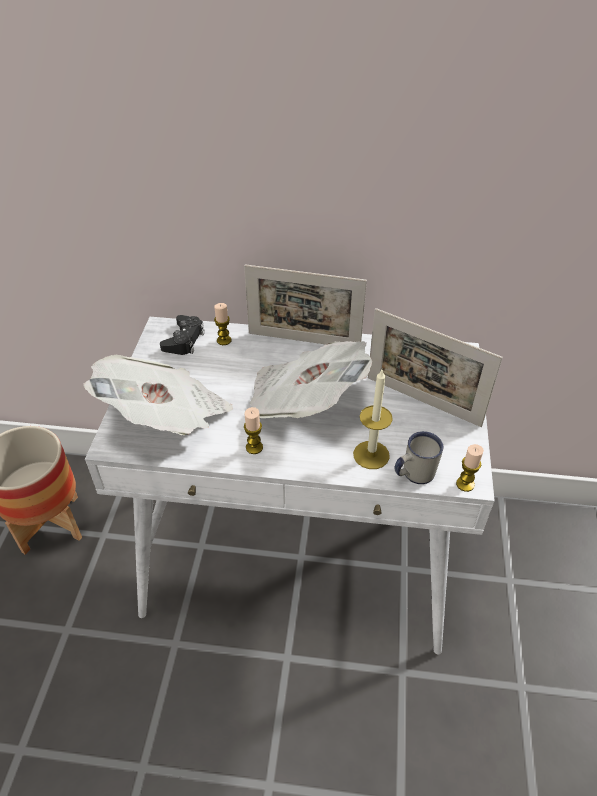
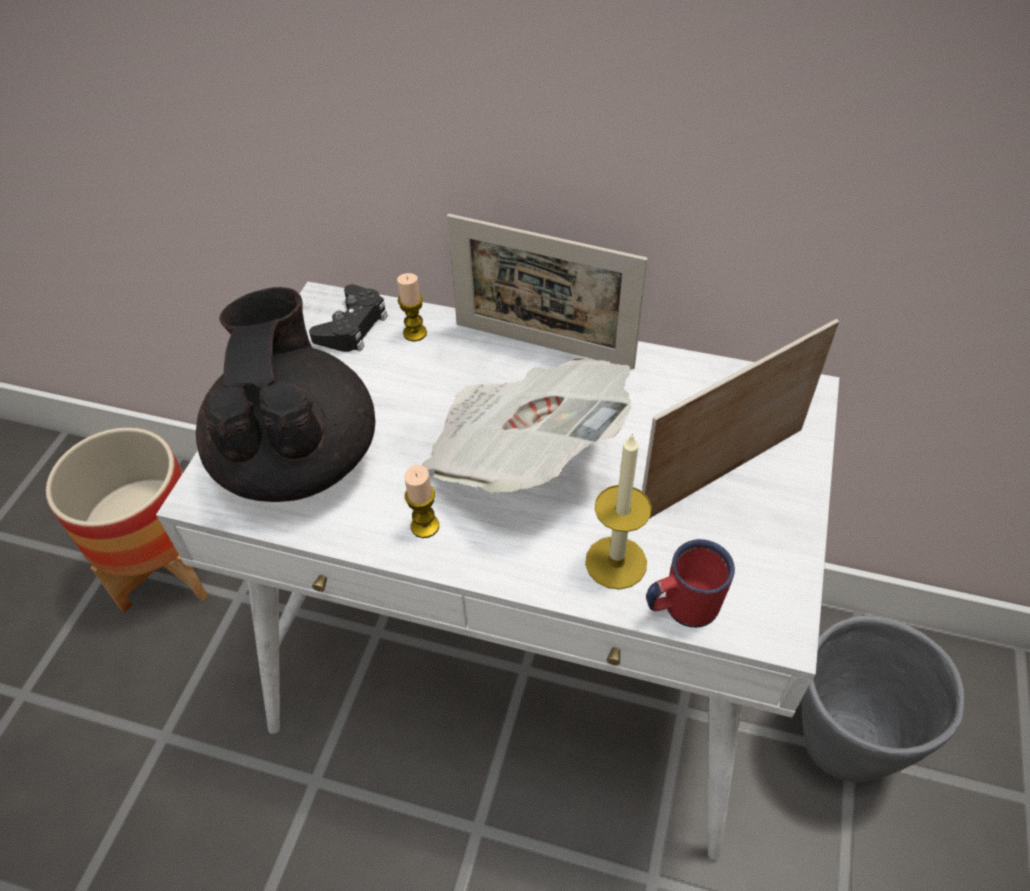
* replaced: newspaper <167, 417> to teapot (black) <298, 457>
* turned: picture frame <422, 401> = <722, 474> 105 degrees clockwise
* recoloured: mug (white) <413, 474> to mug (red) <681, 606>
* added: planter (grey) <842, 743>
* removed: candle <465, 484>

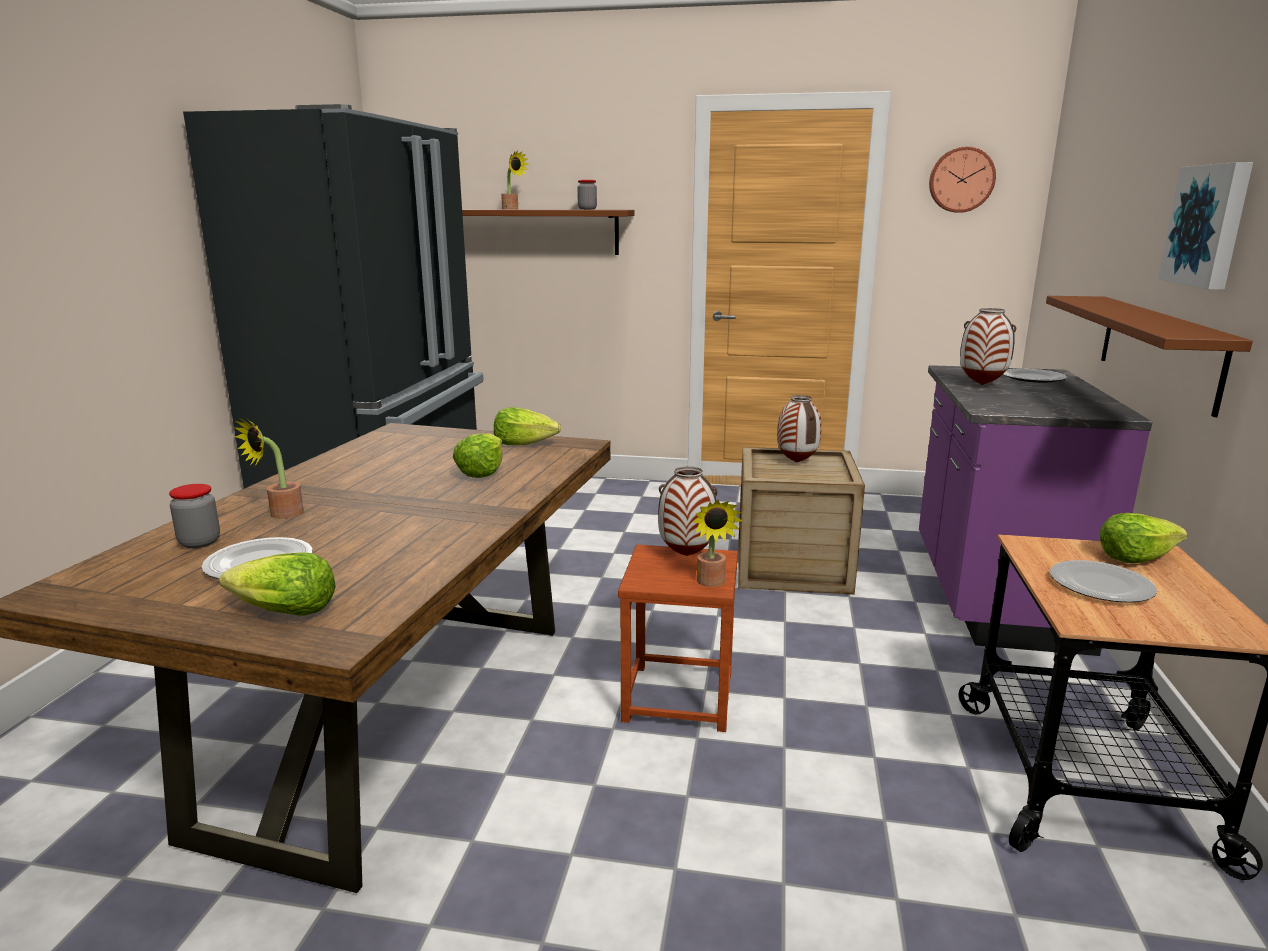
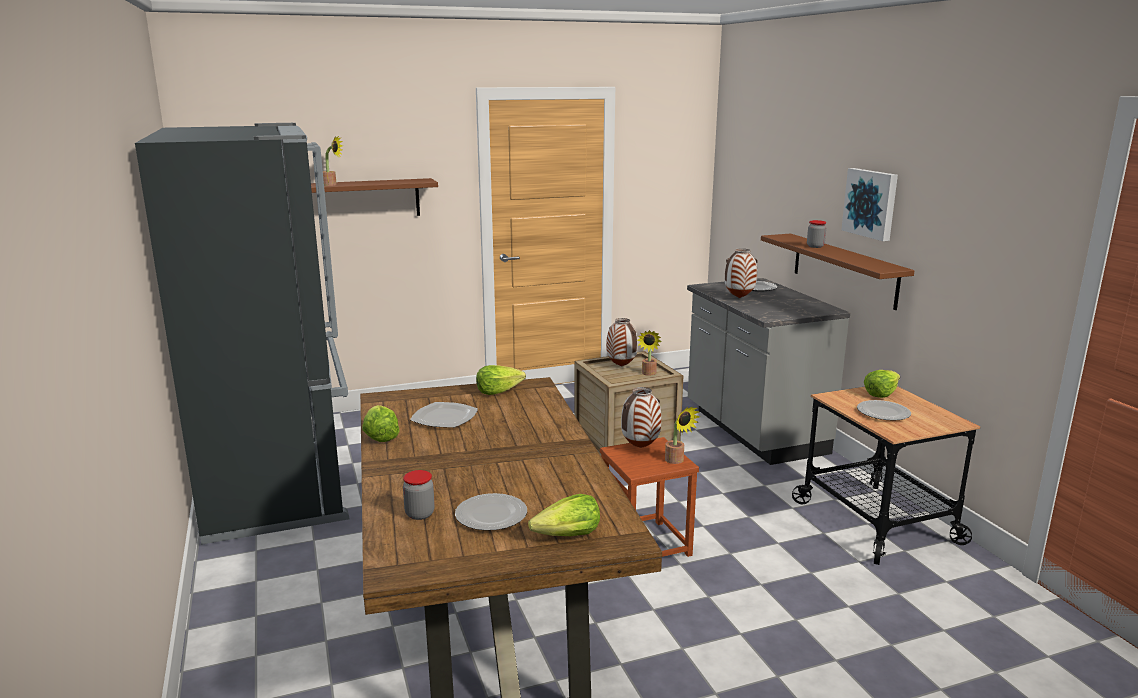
* moved: lettuce <481, 472> to <380, 436>
* added: plate <443, 418>
* moved: potted plant <280, 515> to <648, 374>
* recoloured: counter (purple) <992, 596> to counter (grey) <753, 432>
* moved: jar <587, 209> to <815, 246>
* removed: wall clock <961, 180>

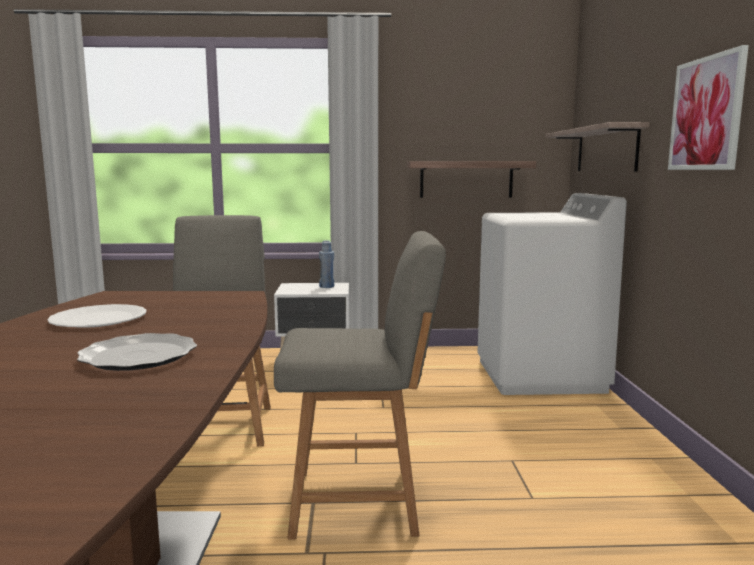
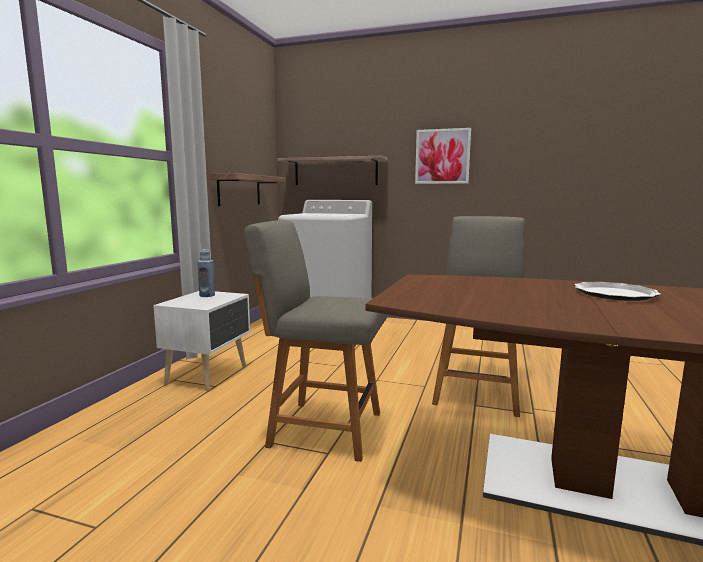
* removed: plate (white) <98, 319>

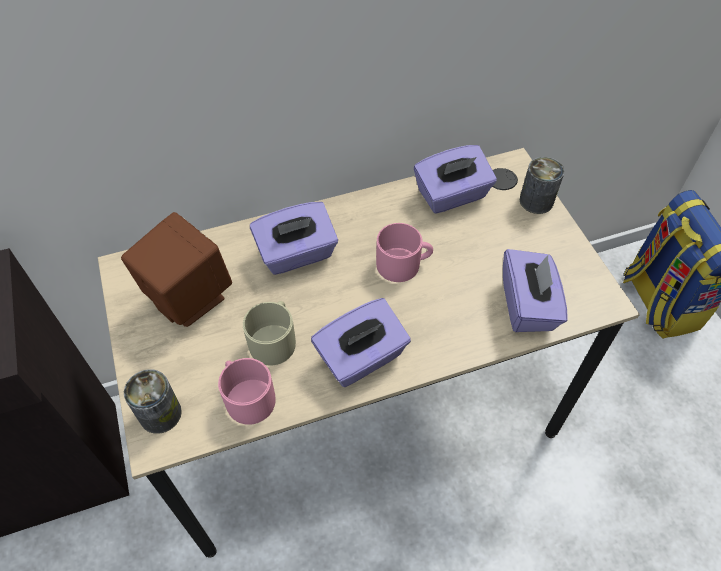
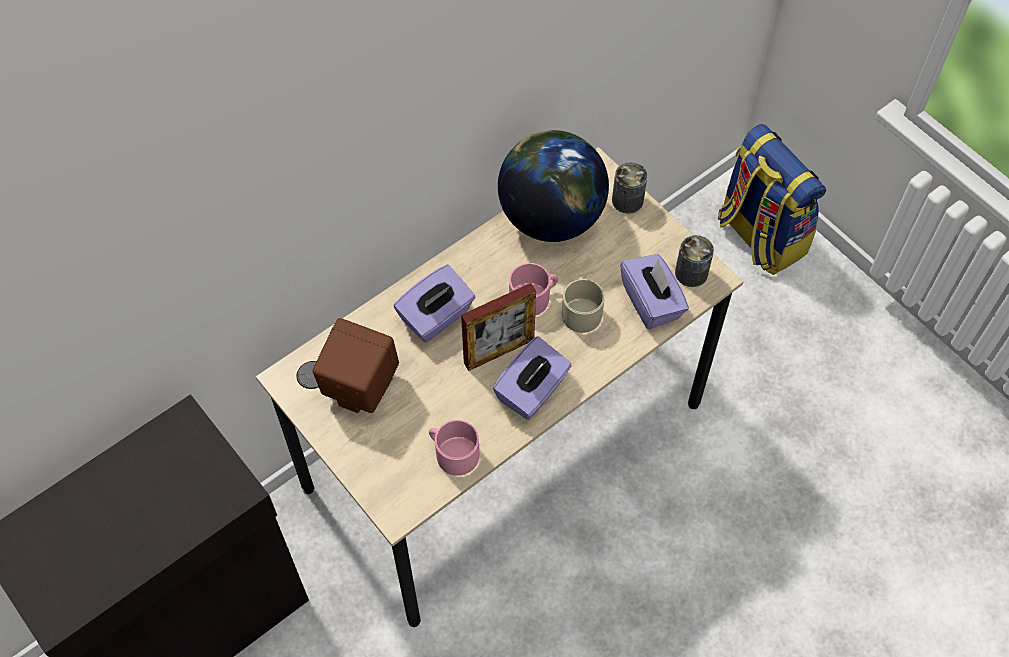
* added: picture frame <499, 351>
* replaced: tissue box (purple) <452, 195> to globe <551, 217>
* moved: mug (beige) <274, 339> to <581, 310>
* moved: can <160, 414> to <691, 273>

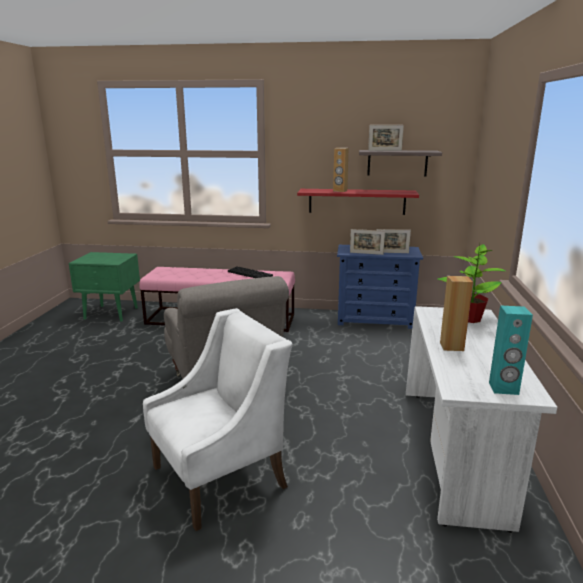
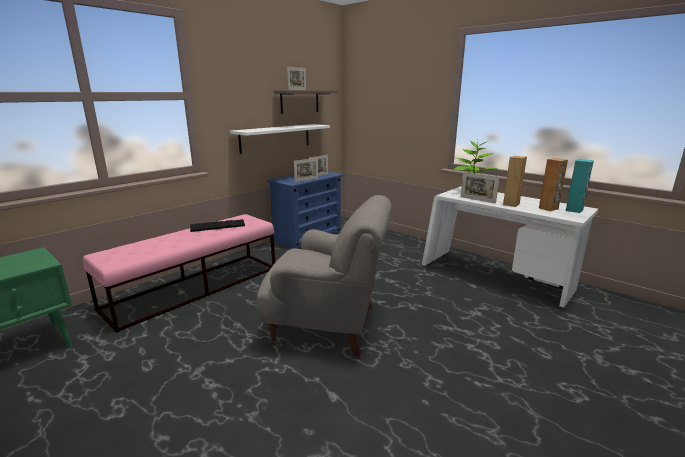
* recoloured: shelf (red) <357, 201> to shelf (white) <275, 138>
* added: picture frame <477, 200>
* moved: speaker (brown) <340, 191> to <548, 208>
* removed: armchair (white) <220, 476>

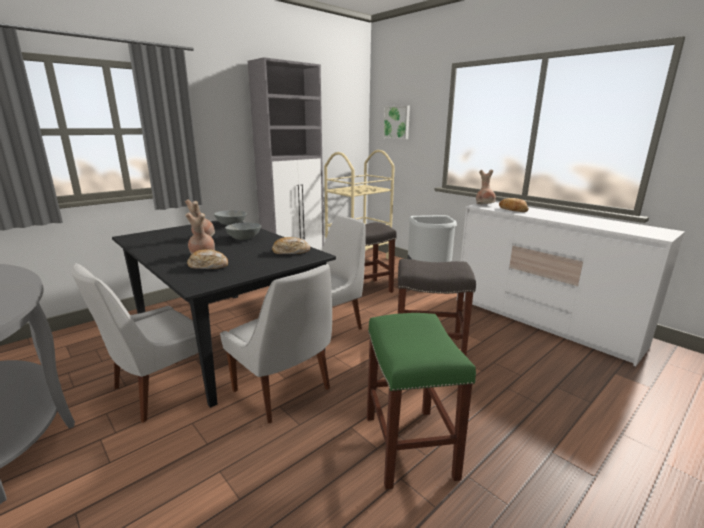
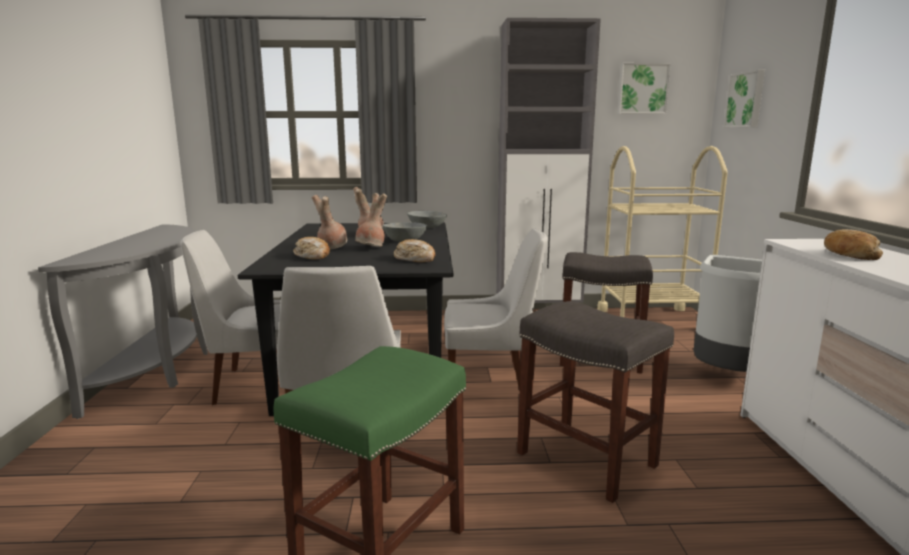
* moved: vase (brown) <485, 205> to <371, 248>
* added: picture <642, 89>

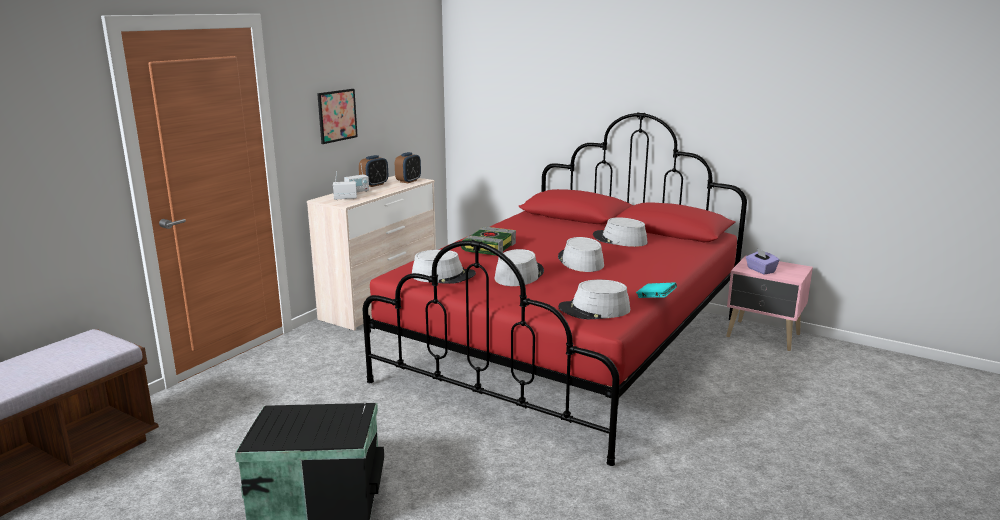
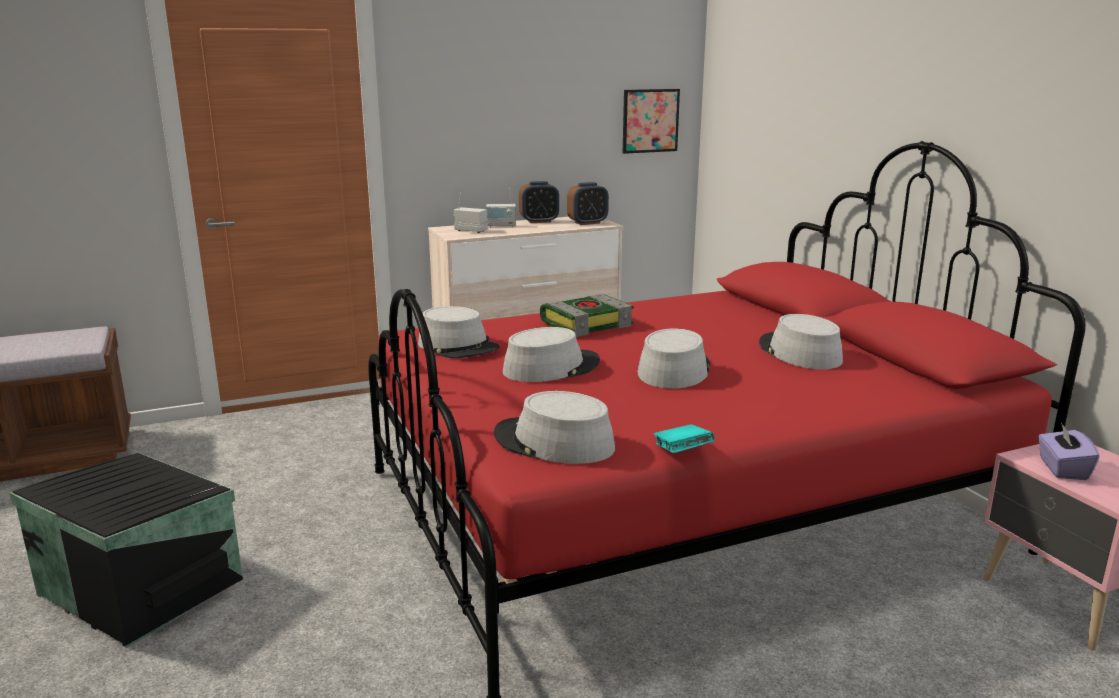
* moved: picture <337, 115> to <650, 121>

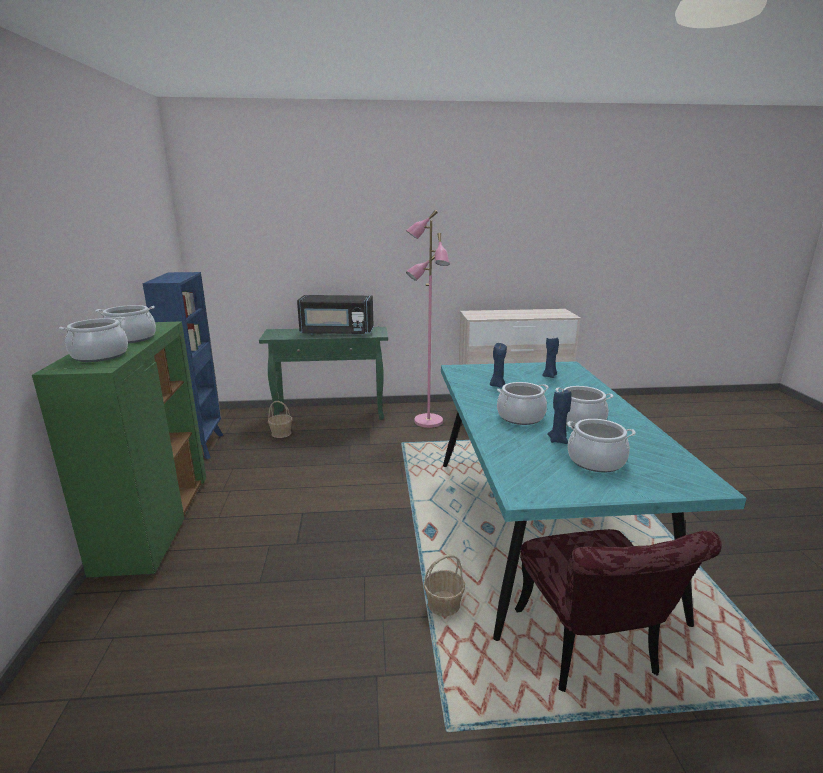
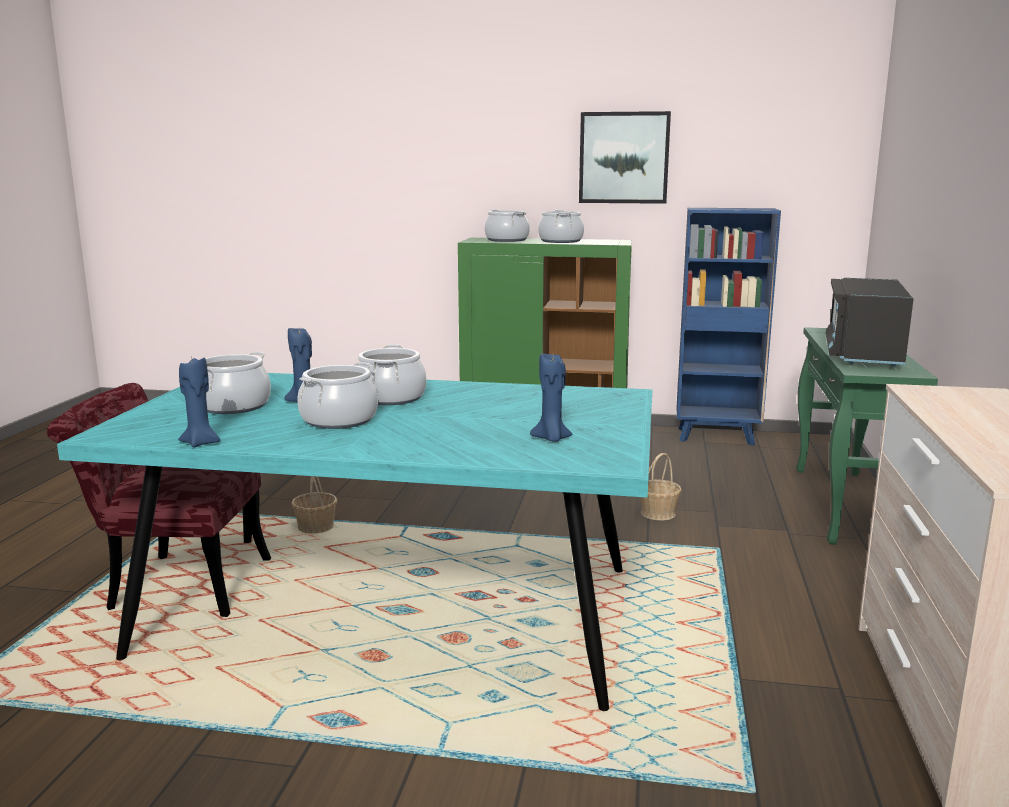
* moved: candle (blue) <497, 385> to <200, 443>
* added: picture <624, 158>
* moved: basket <281, 433> to <658, 513>
* removed: floor lamp (pink) <427, 422>

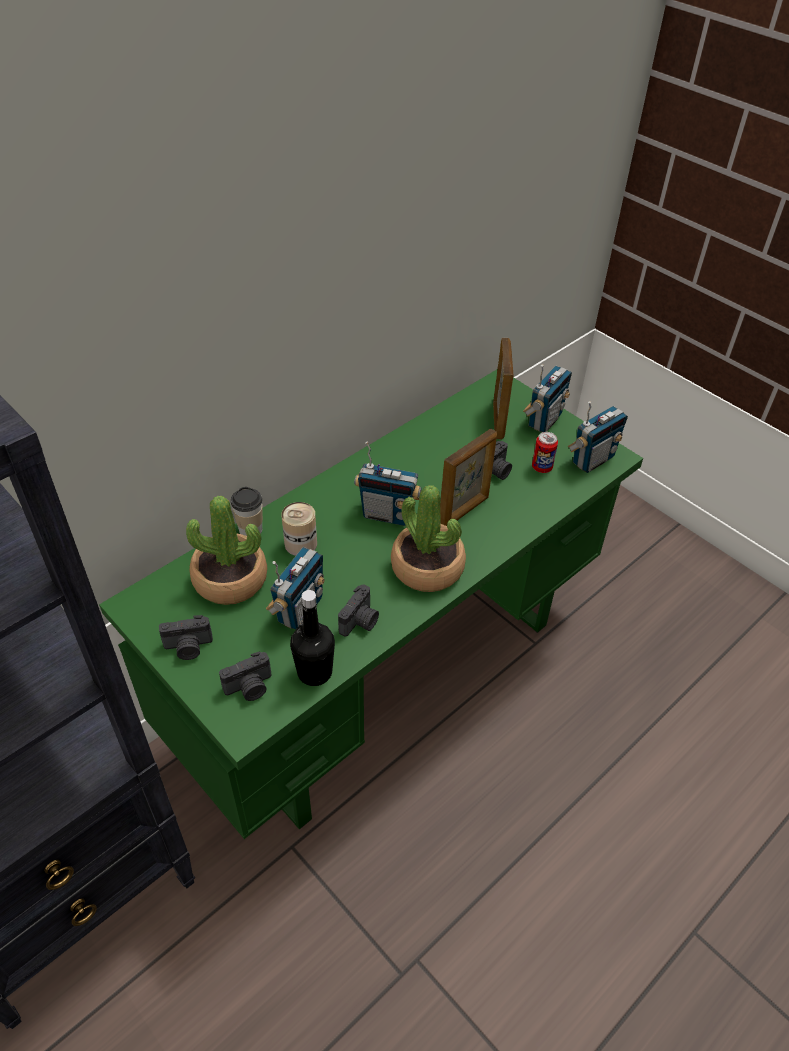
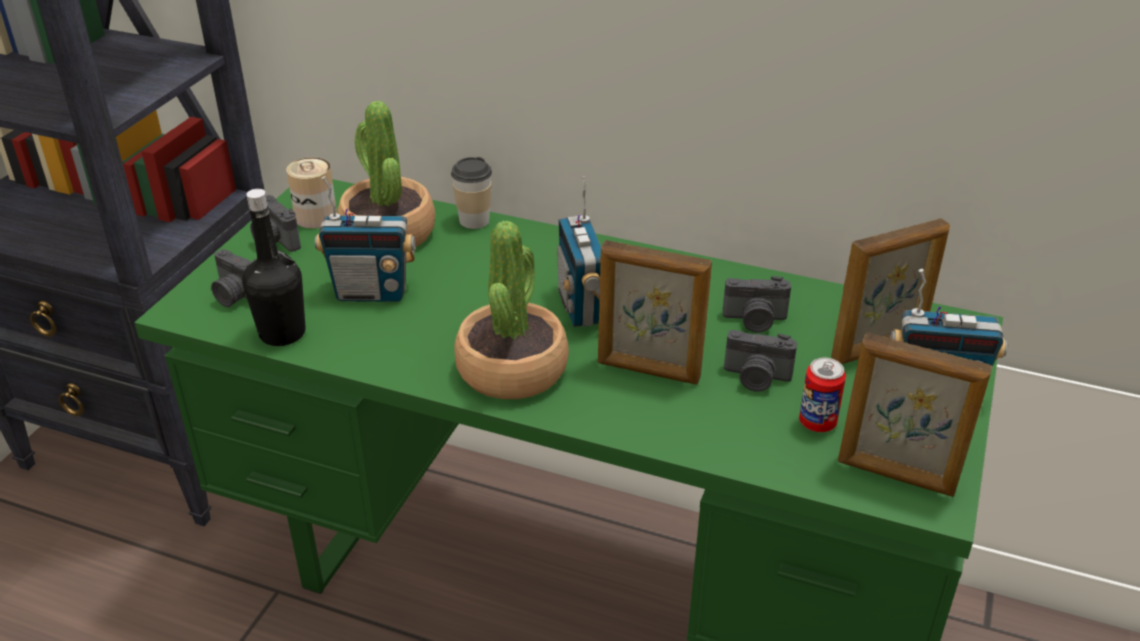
* moved: can <300, 544> to <316, 217>
* moved: photo camera <360, 622> to <755, 320>
* replaced: radio <592, 460> to picture frame <896, 476>

